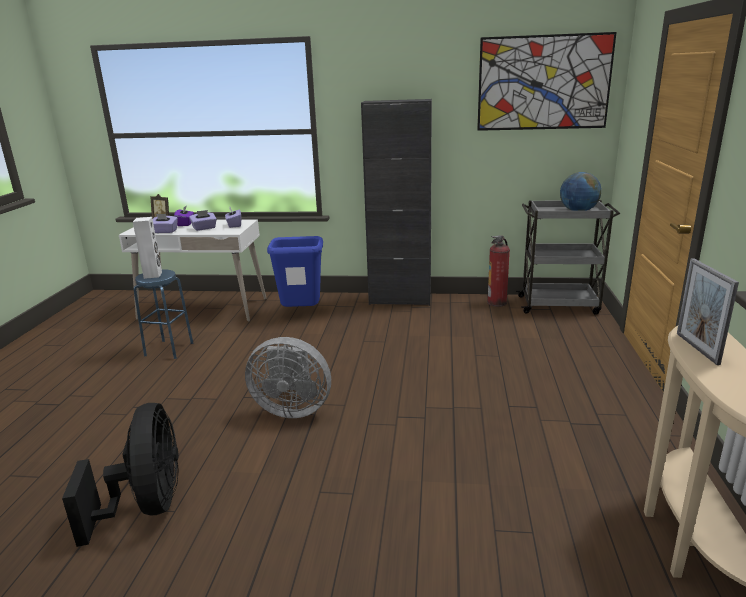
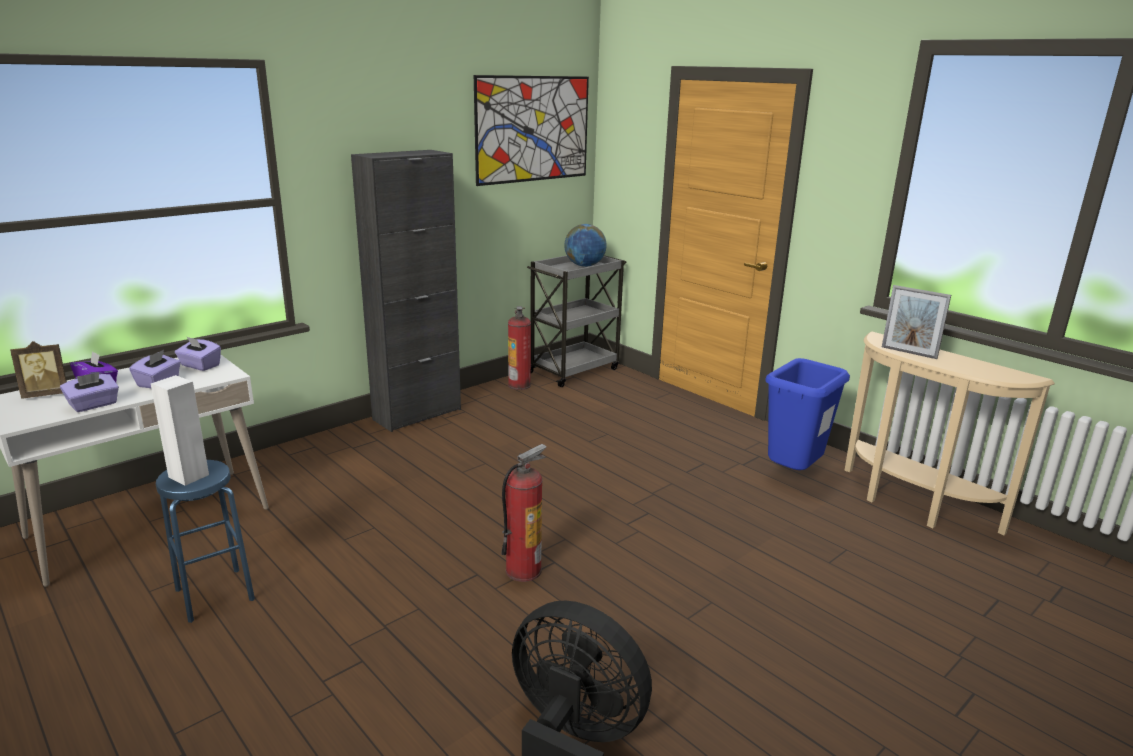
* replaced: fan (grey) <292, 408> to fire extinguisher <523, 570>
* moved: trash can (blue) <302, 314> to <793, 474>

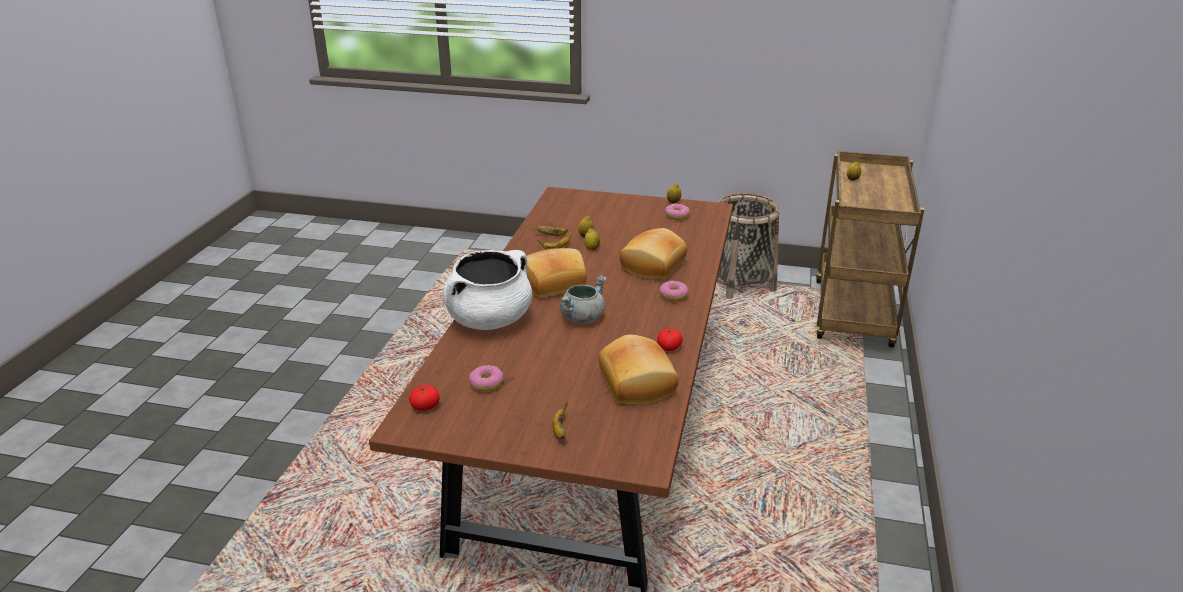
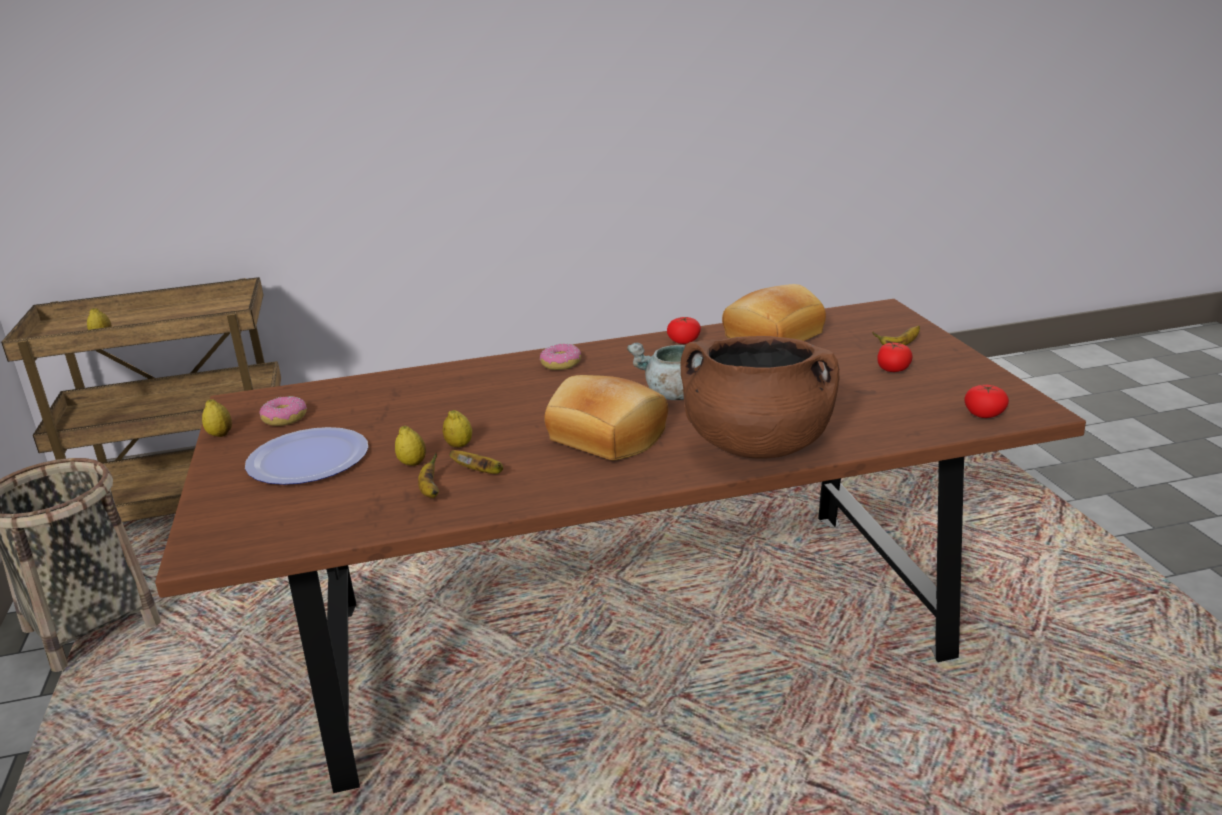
* added: plate <308, 459>
* recoloured: cooking pot (white) <489, 319> to cooking pot (brown) <758, 445>
* added: tomato <893, 369>
* removed: donut <486, 383>
* removed: bread <654, 267>

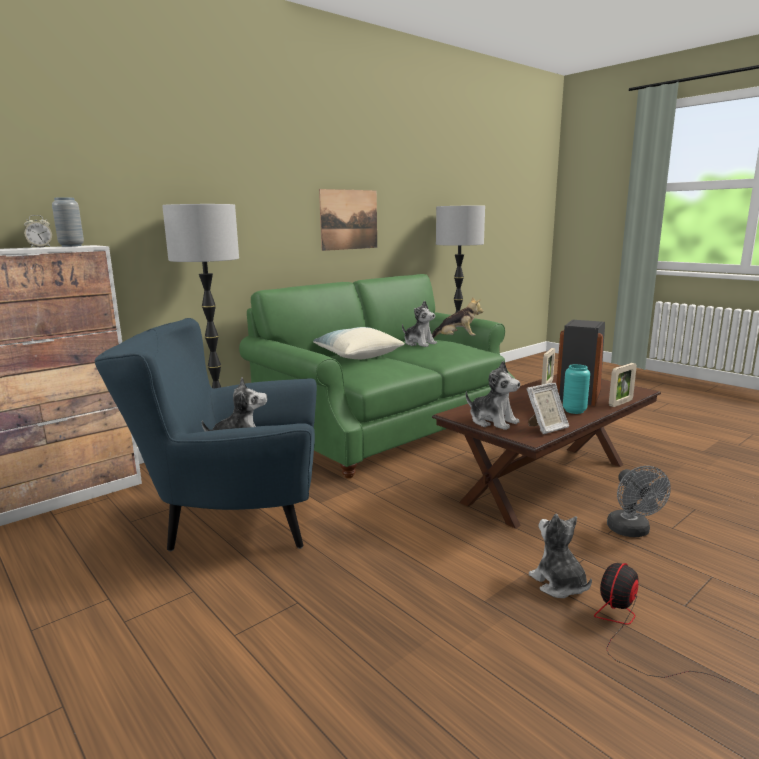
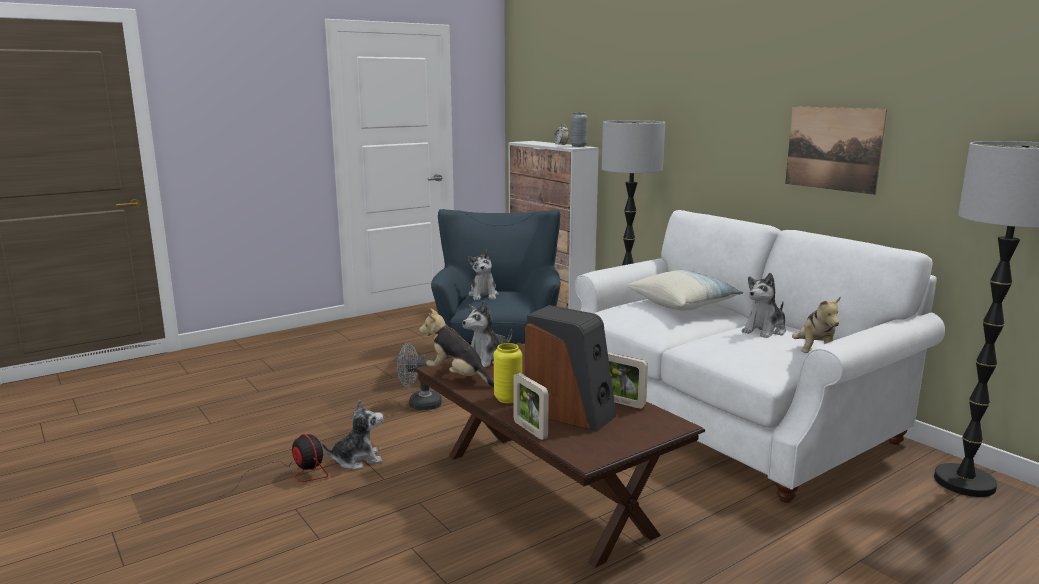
* moved: fan (grey) <631, 532> to <419, 404>
* replaced: picture frame <546, 428> to plush toy <458, 378>
* recoloured: vase (turquoise) <574, 411> to vase (yellow) <508, 399>
* recoloured: sofa (green) <387, 425> to sofa (white) <724, 416>

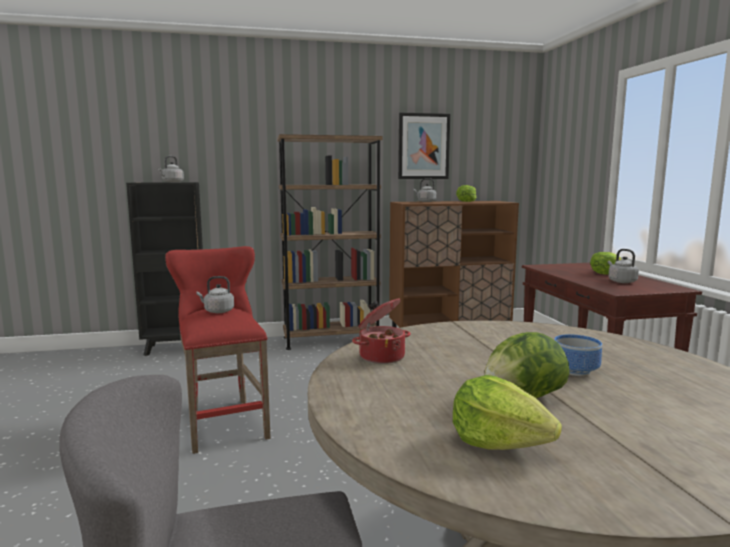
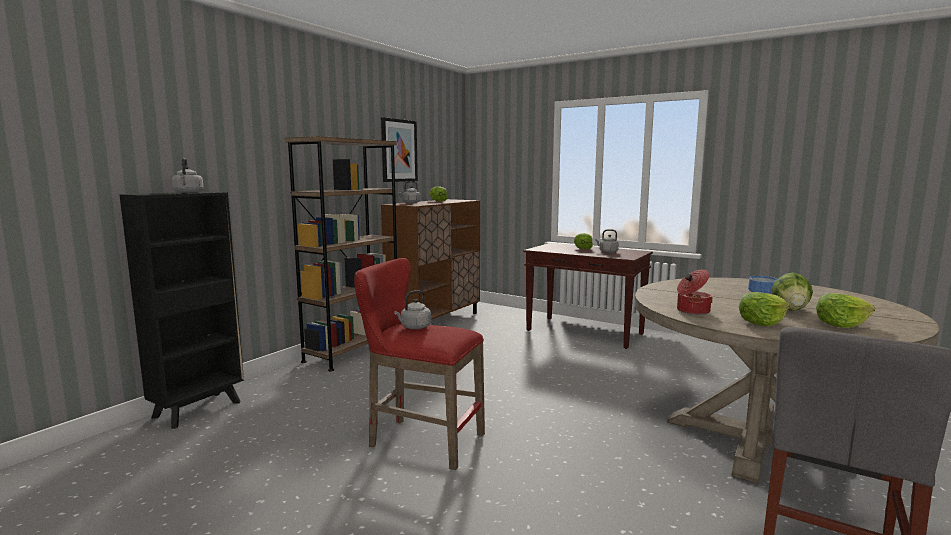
* added: lettuce <762, 322>

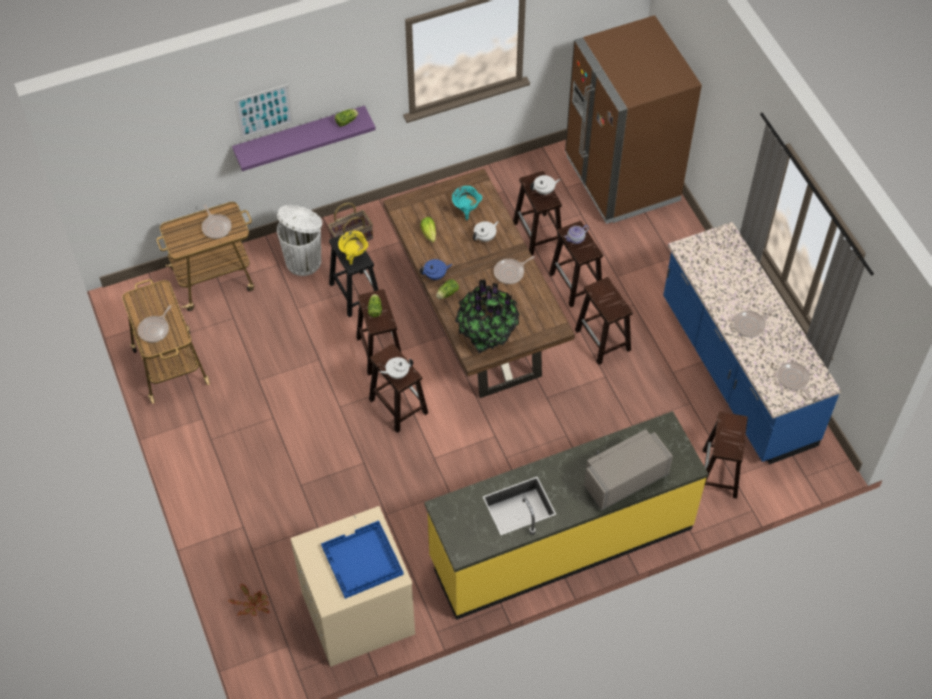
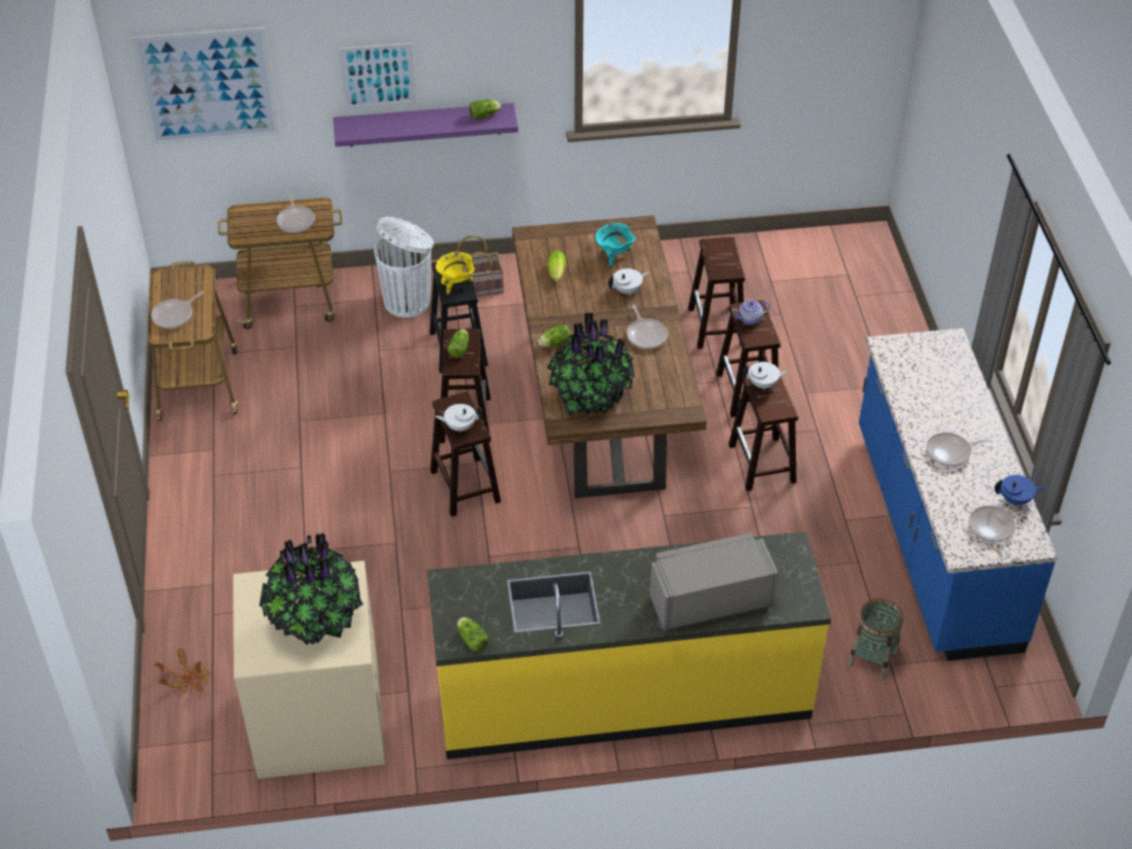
* added: picture <207, 86>
* replaced: tray (blue) <361, 561> to potted plant <314, 621>
* added: lettuce <471, 639>
* turned: frying pan <510, 272> = <646, 335> 90 degrees counterclockwise
* moved: teapot (white) <544, 191> to <763, 384>
* replaced: stool (brown) <719, 474> to basket <872, 658>
* moved: teapot (blue) <435, 275> to <1016, 499>
* removed: fridge (brown) <621, 179>

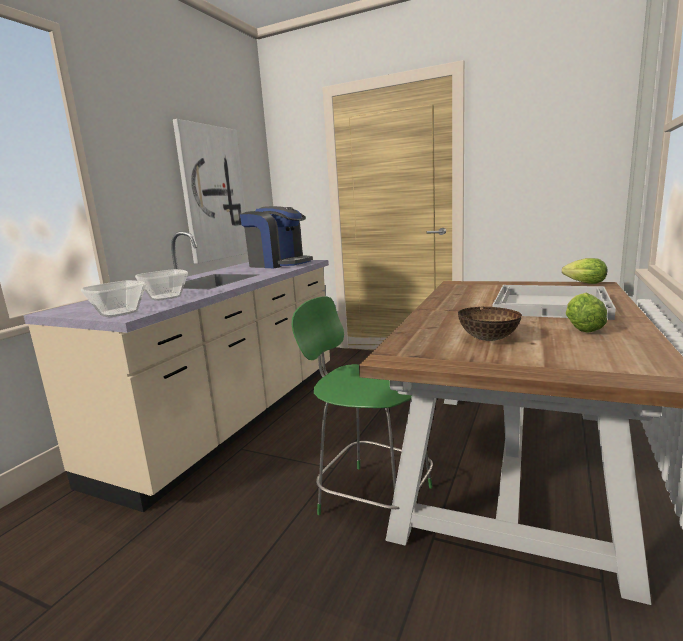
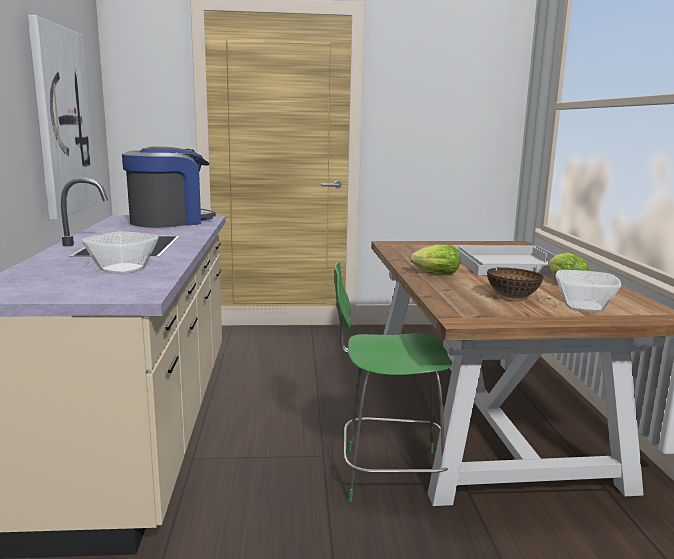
* turned: coffee machine <278, 264> = <169, 221> 45 degrees counterclockwise
* moved: lettuce <582, 283> to <433, 274>
* moved: bowl <118, 313> to <583, 307>

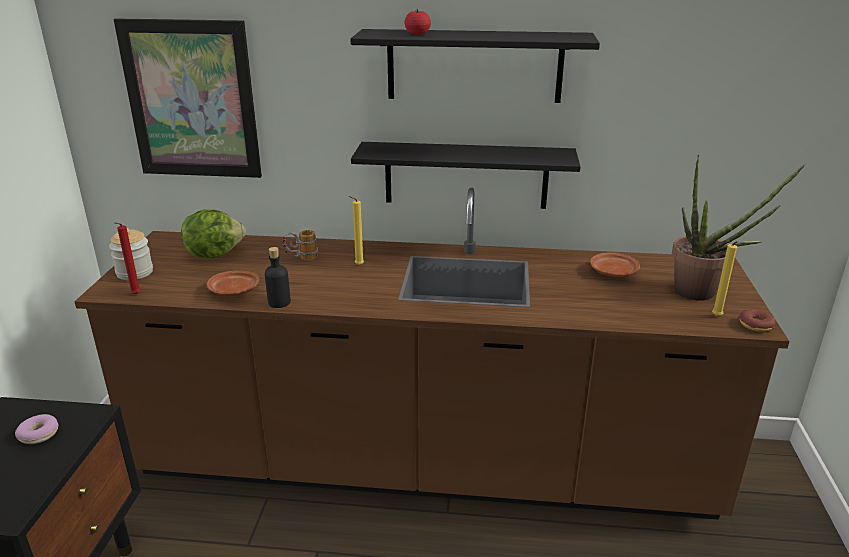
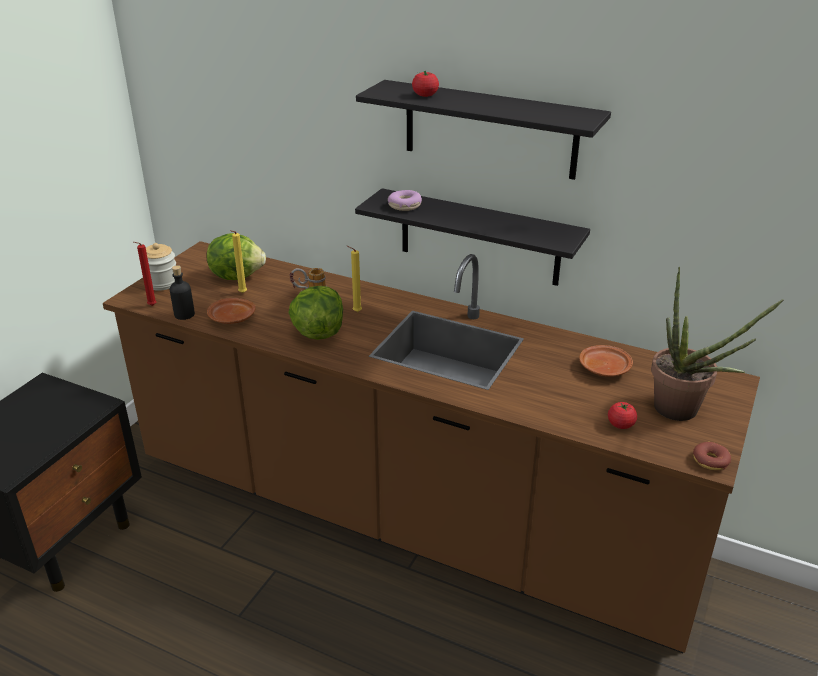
* moved: bottle (black) <279, 302> to <184, 314>
* moved: candle (yellow) <717, 317> to <241, 293>
* added: lettuce <318, 332>
* moved: donut <39, 434> to <405, 206>
* added: tomato <620, 425>
* removed: picture <191, 100>

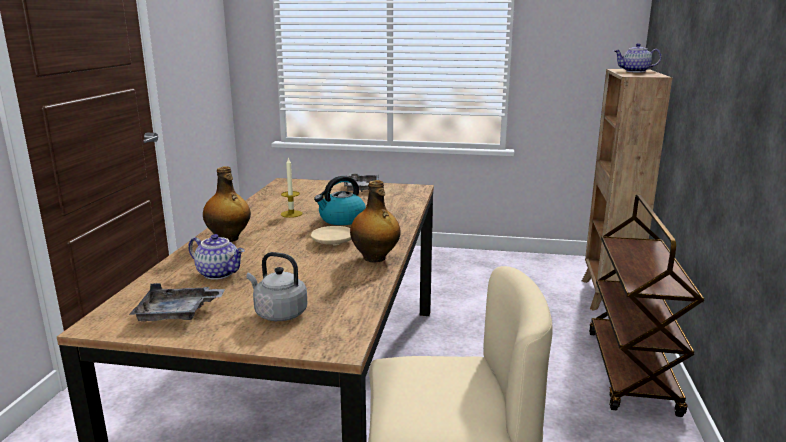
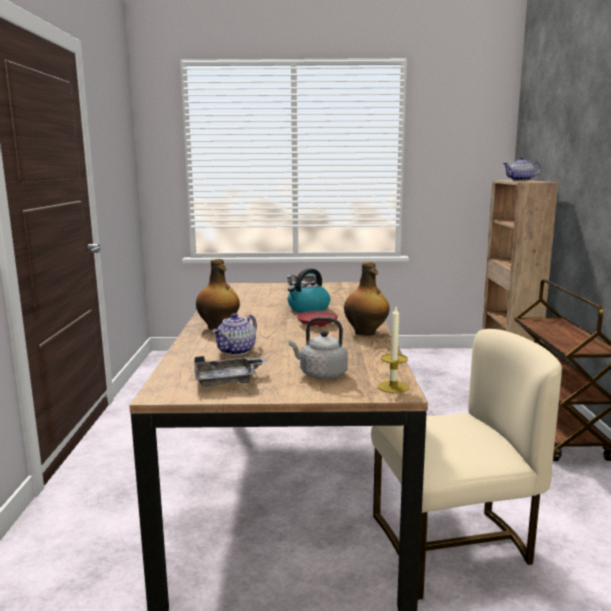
* turned: teapot <219, 273> = <237, 351> 105 degrees clockwise
* recoloured: plate (beige) <333, 242> to plate (red) <317, 324>
* moved: candle <291, 214> to <393, 387>

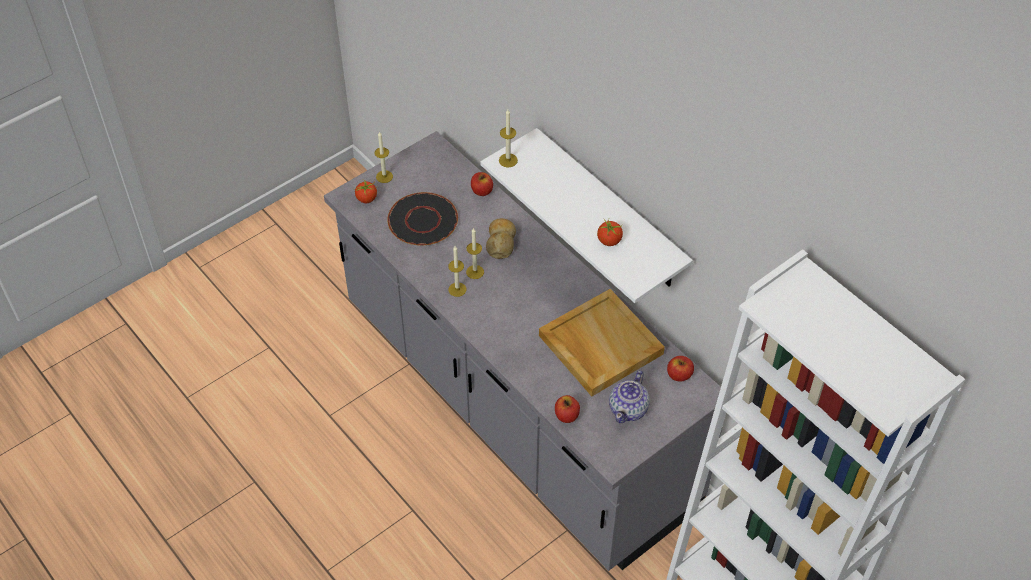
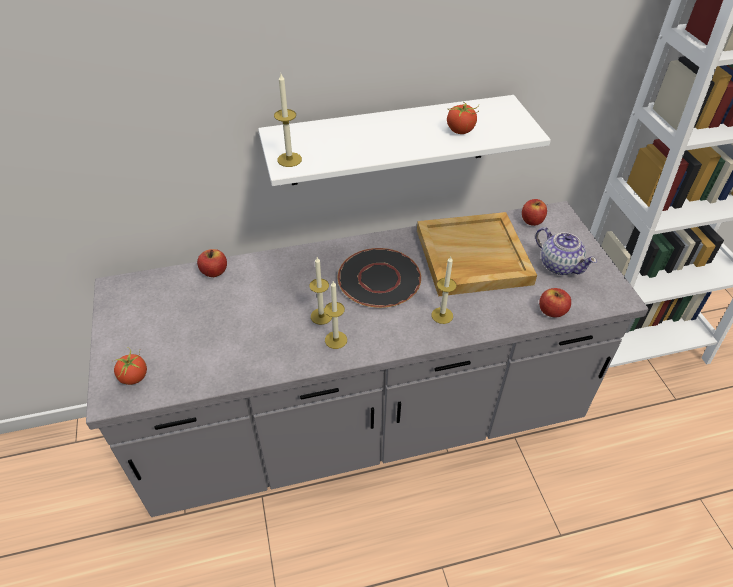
* moved: plate (black) <423, 220> to <379, 279>
* moved: candle <384, 176> to <442, 315>
* removed: bread <501, 242>

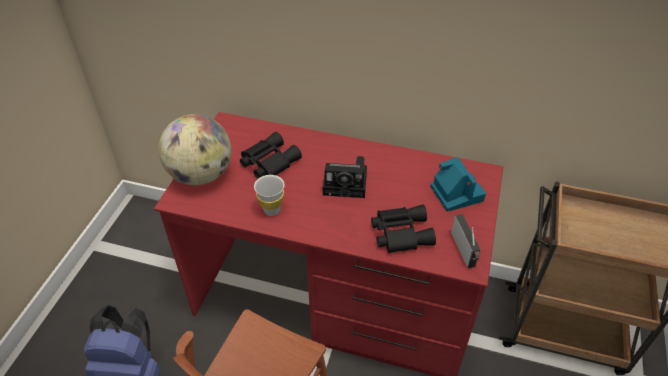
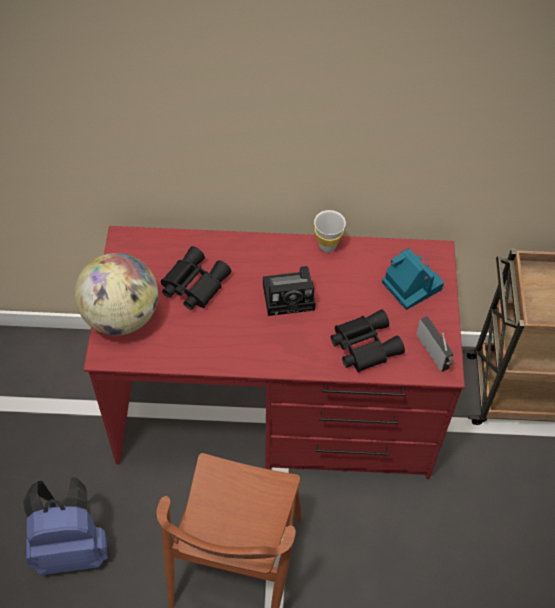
* moved: cup (white) <272, 210> to <327, 246>

